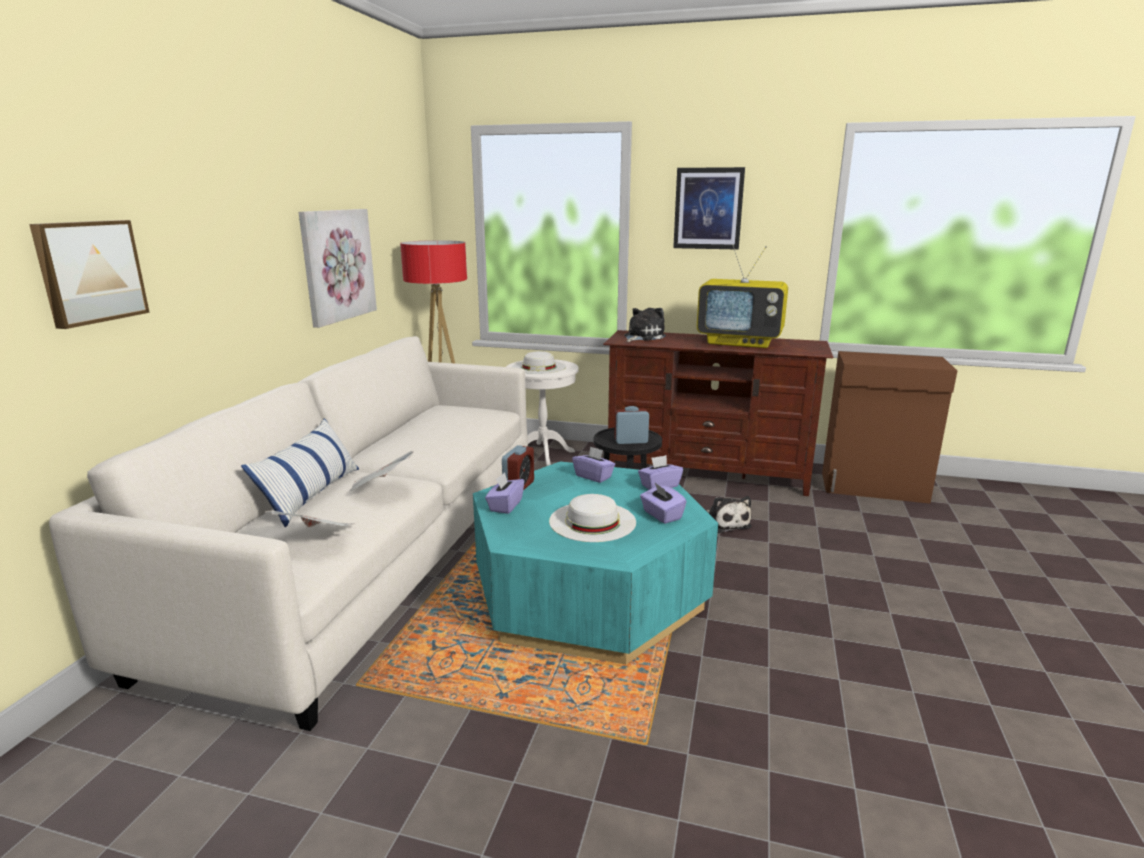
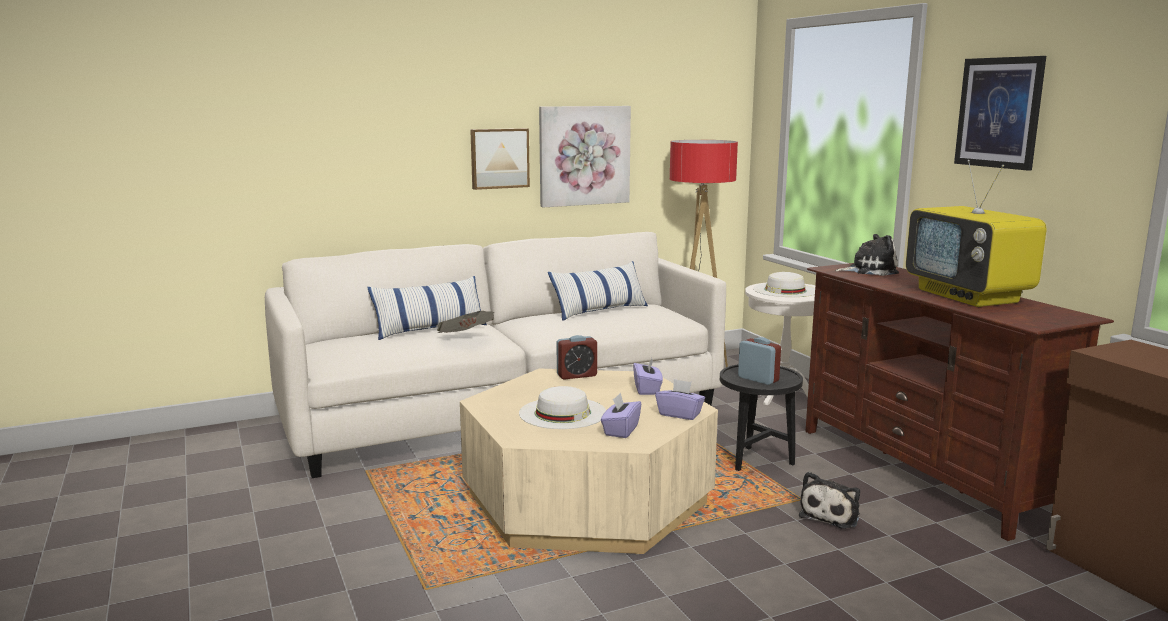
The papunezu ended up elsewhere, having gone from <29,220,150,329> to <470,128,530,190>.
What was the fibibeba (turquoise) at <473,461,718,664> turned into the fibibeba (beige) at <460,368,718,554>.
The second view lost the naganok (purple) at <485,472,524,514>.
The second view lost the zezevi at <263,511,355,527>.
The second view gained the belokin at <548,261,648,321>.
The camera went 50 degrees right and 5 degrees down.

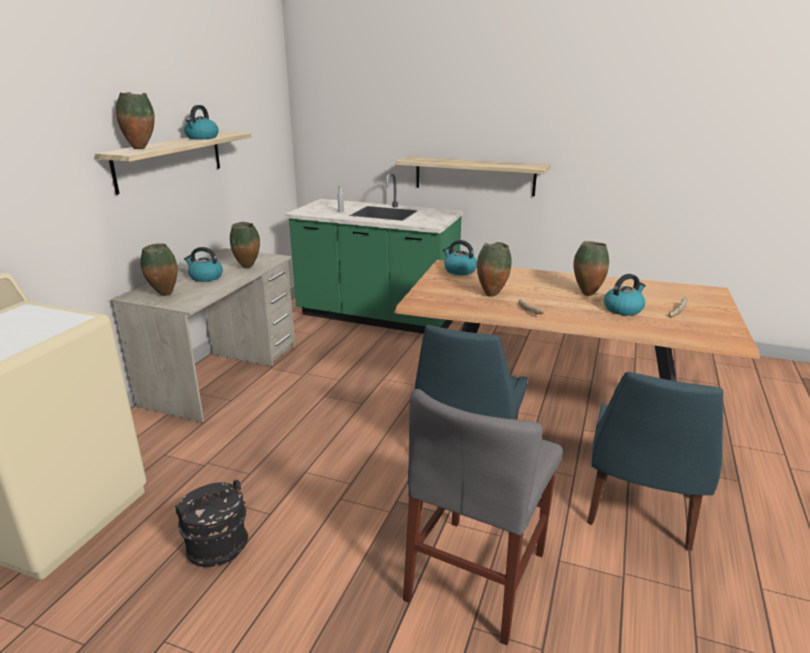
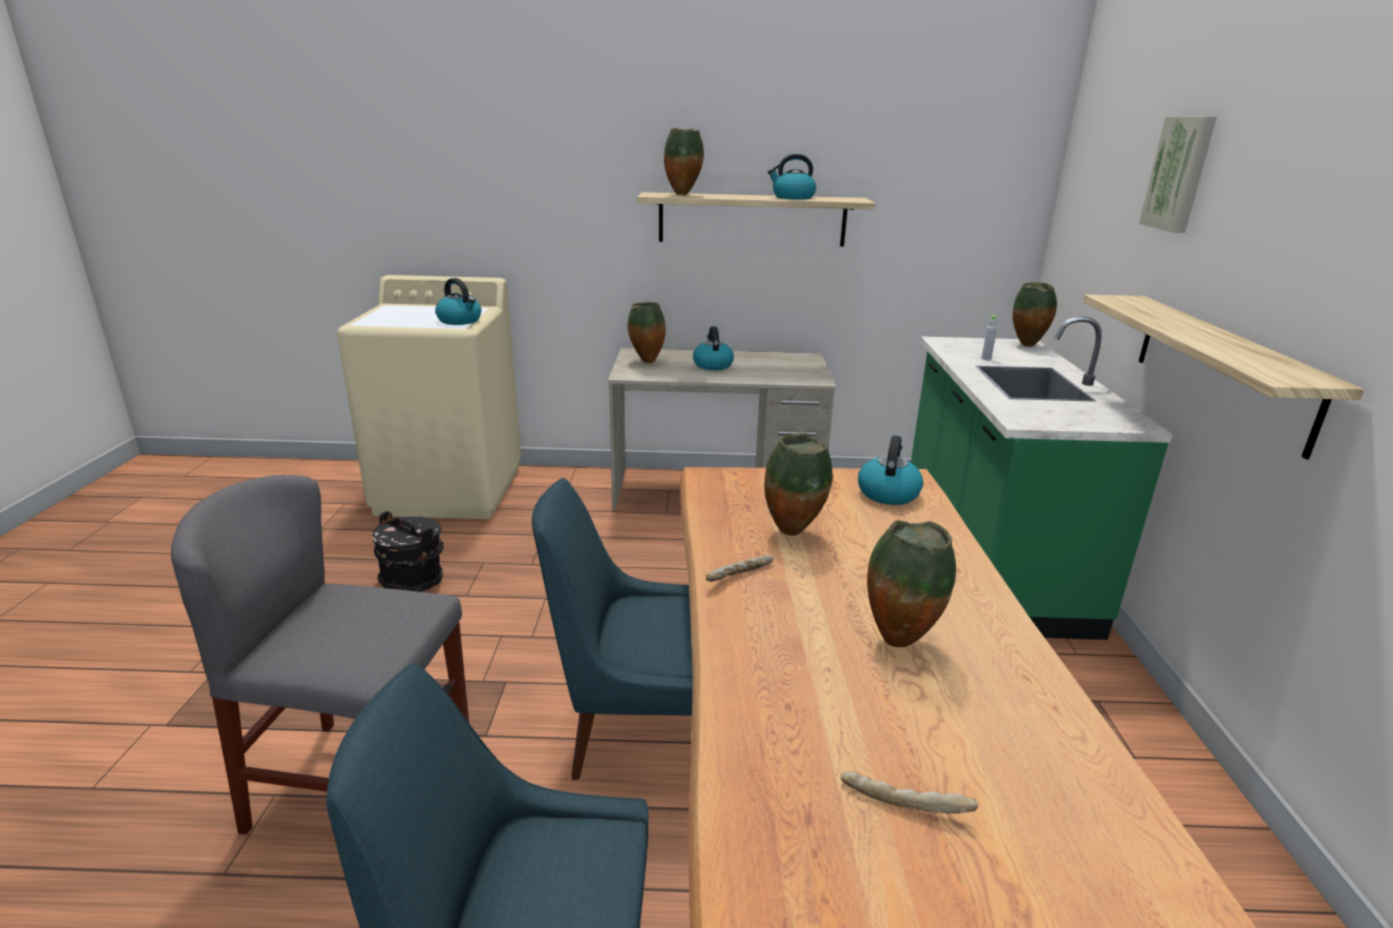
The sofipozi ended up elsewhere, having gone from <230,222,260,269> to <1013,282,1057,347>.
The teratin ended up elsewhere, having gone from <604,274,646,316> to <435,278,481,325>.
The second view gained the papunezu at <1139,116,1217,233>.
The camera went 70 degrees right and 0 degrees up.

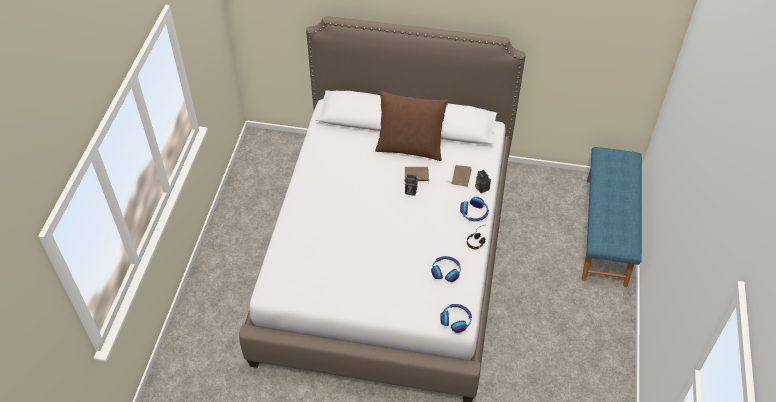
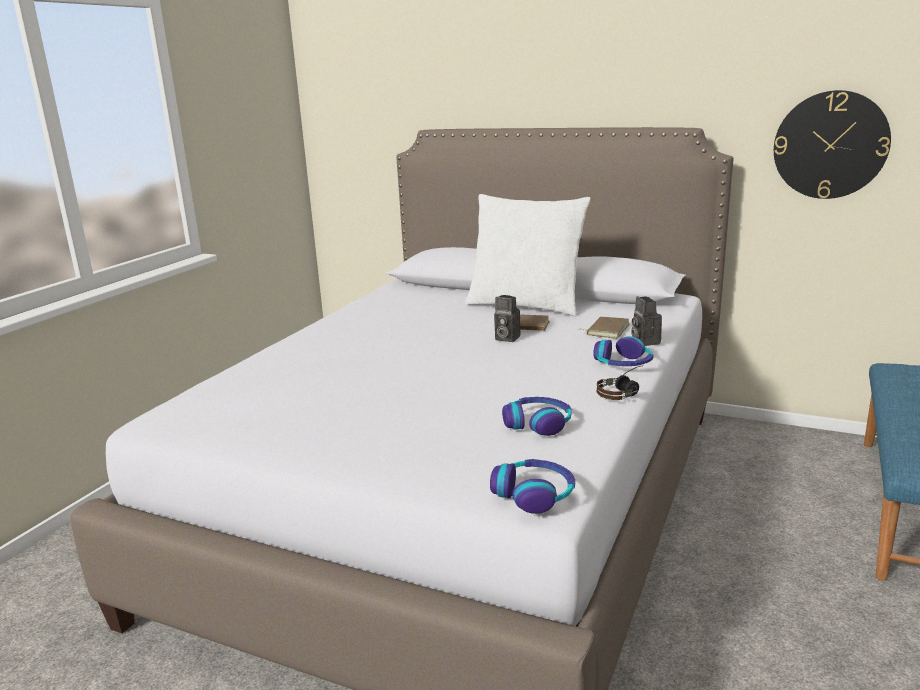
What was the belokin (brown) at <375,91,448,161> turned into the belokin (white) at <465,194,591,316>.
The second view gained the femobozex at <774,90,891,199>.
The camera went 15 degrees right and 30 degrees down.

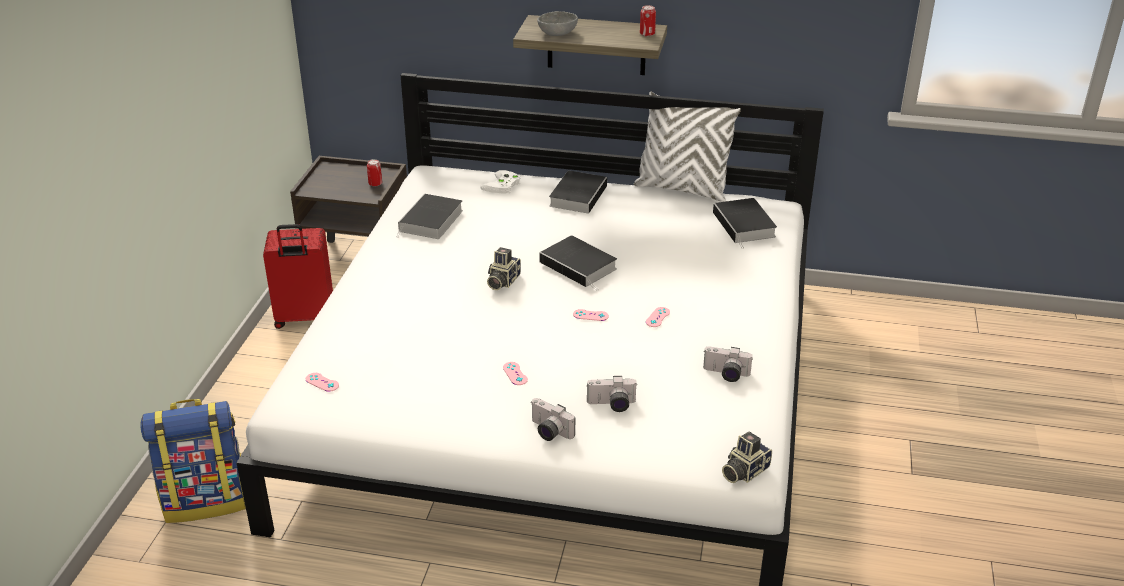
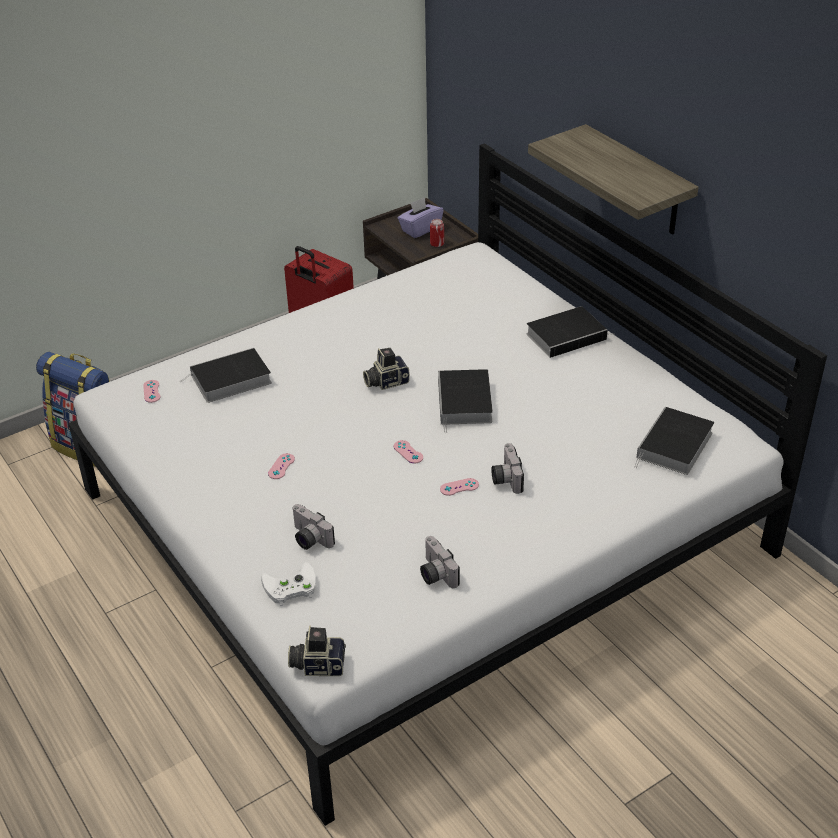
The second view lost the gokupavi at <640,5,656,37>.
The second view lost the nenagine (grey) at <537,11,578,36>.
The second view lost the belokin (white) at <634,92,741,202>.
The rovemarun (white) ended up elsewhere, having gone from <480,170,521,194> to <261,562,316,606>.
The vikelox ended up elsewhere, having gone from <396,194,463,239> to <181,348,272,403>.
The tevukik ended up elsewhere, having gone from <531,398,575,441> to <491,443,524,494>.
The second view gained the naganok (purple) at <398,197,444,238>.
The camera went 45 degrees right and 5 degrees up.

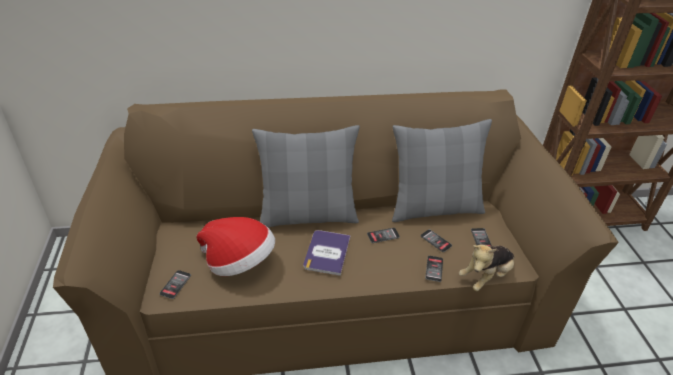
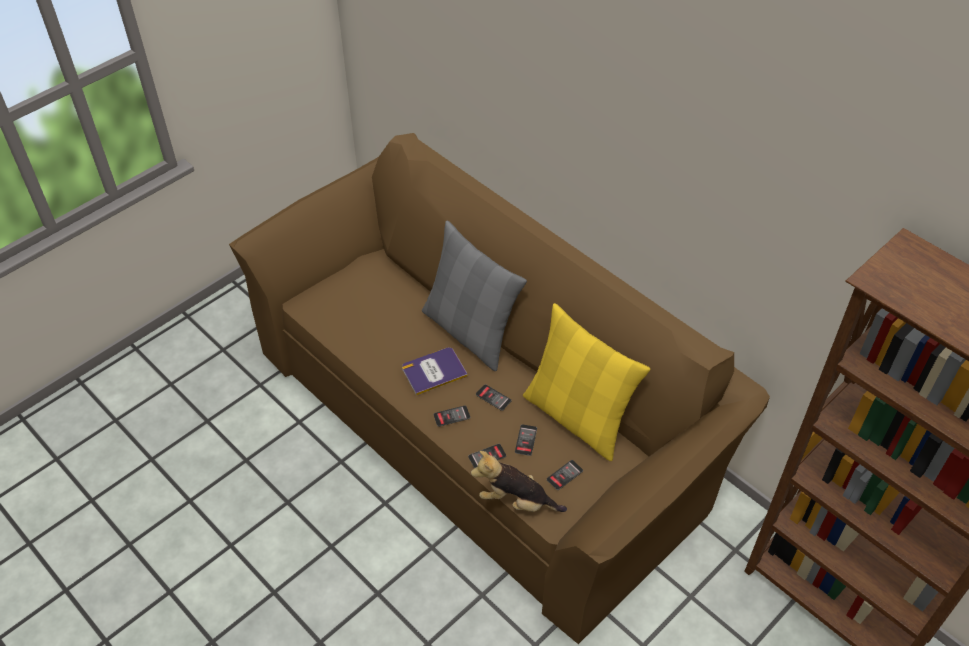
What was the belokin (grey) at <392,119,492,222> turned into the belokin (yellow) at <523,303,650,461>.
The second view lost the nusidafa at <196,217,275,276>.
The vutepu ended up elsewhere, having gone from <159,270,191,299> to <434,405,470,427>.
The camera went 55 degrees right and 10 degrees up.

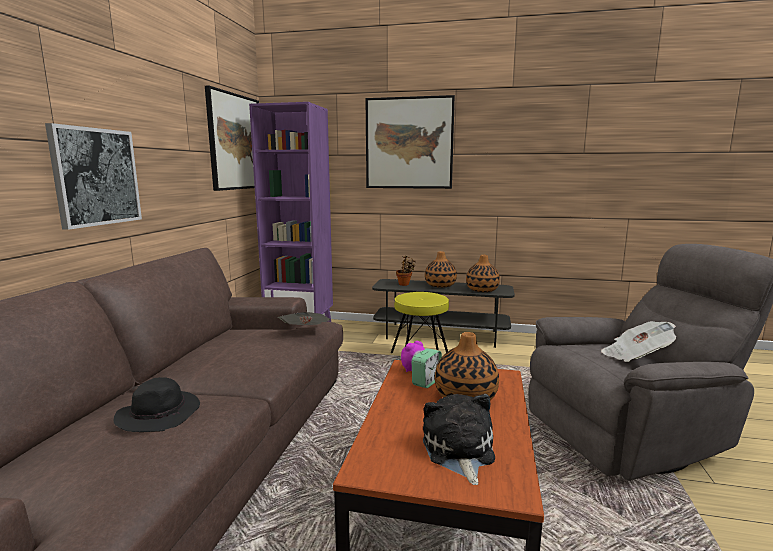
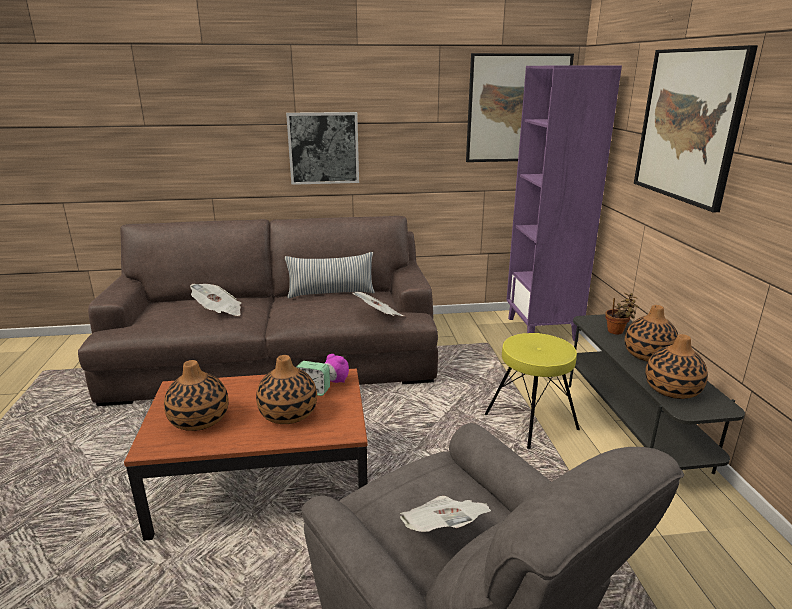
Where the nusidafa (black) stood at <114,377,200,432>, the zezevi came to stand at <190,284,241,316>.
Where the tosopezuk stood at <423,394,495,485>, the sofipozi came to stand at <164,360,229,431>.
The second view gained the belokin at <285,252,375,298>.
The camera went 70 degrees right and 10 degrees up.

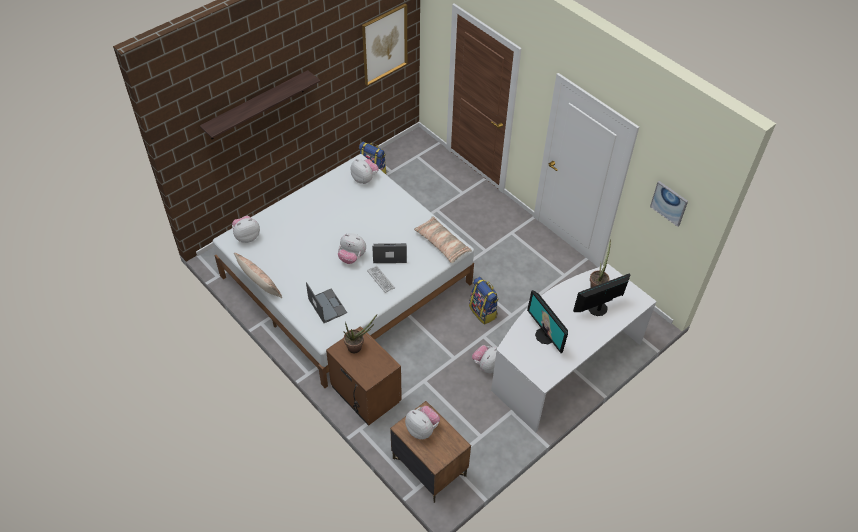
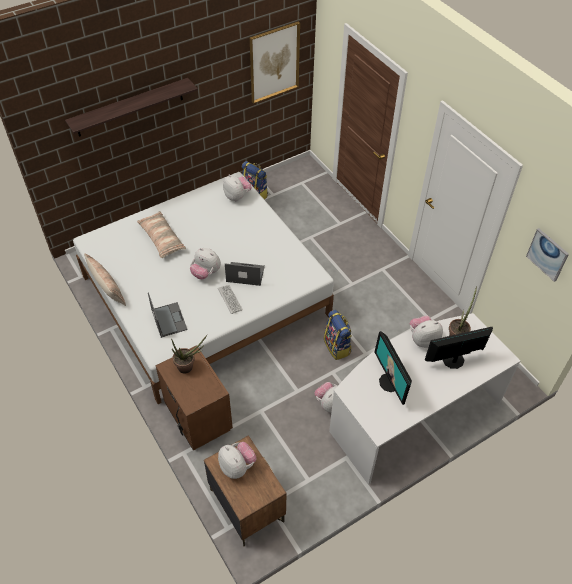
The tosopezuk ended up elsewhere, having gone from <232,216,260,243> to <410,316,443,348>.
The belokin ended up elsewhere, having gone from <414,216,472,263> to <137,211,186,258>.
The camera went 10 degrees right and 0 degrees up.

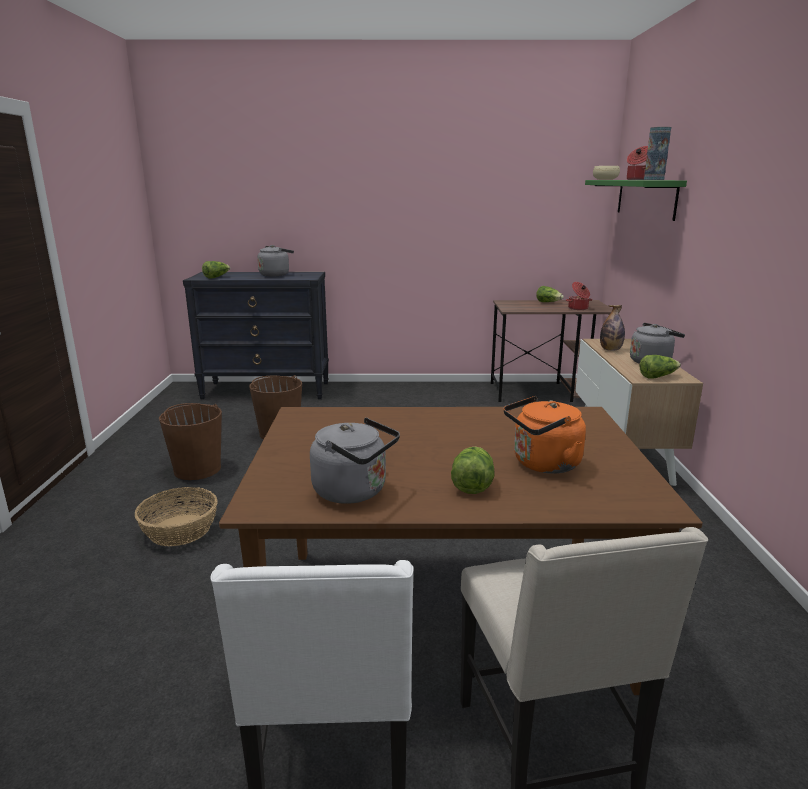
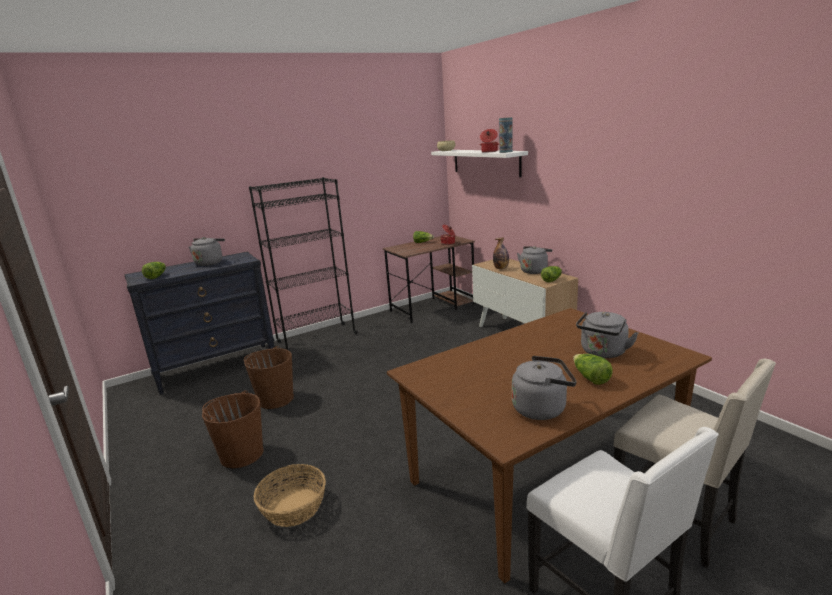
What was the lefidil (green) at <585,180,687,221> turned into the lefidil (white) at <431,150,528,177>.
What was the teratin (orange) at <503,396,586,474> turned into the teratin (grey) at <576,312,638,358>.
The second view gained the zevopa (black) at <249,177,358,352>.
The camera went 30 degrees left and 0 degrees up.

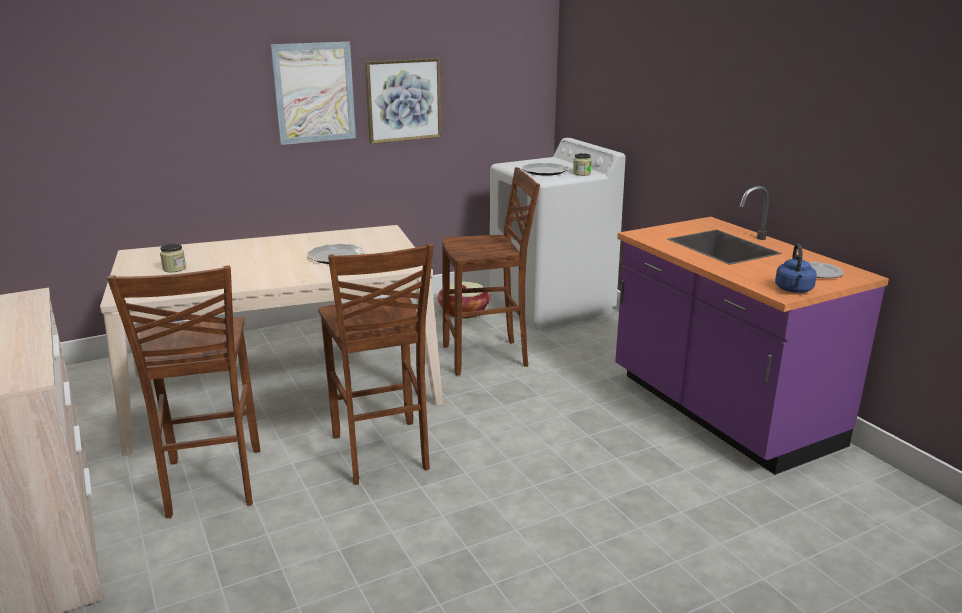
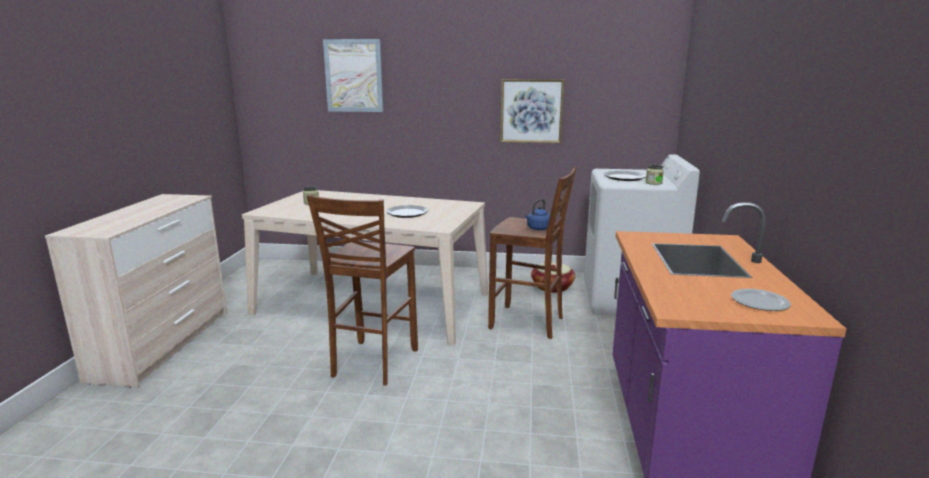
The papunezu ended up elsewhere, having gone from <270,42,356,145> to <323,39,383,112>.
The teratin (blue) ended up elsewhere, having gone from <775,243,817,293> to <525,199,550,230>.
The second view lost the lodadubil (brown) at <107,265,260,518>.
The camera went 35 degrees right and 5 degrees down.

